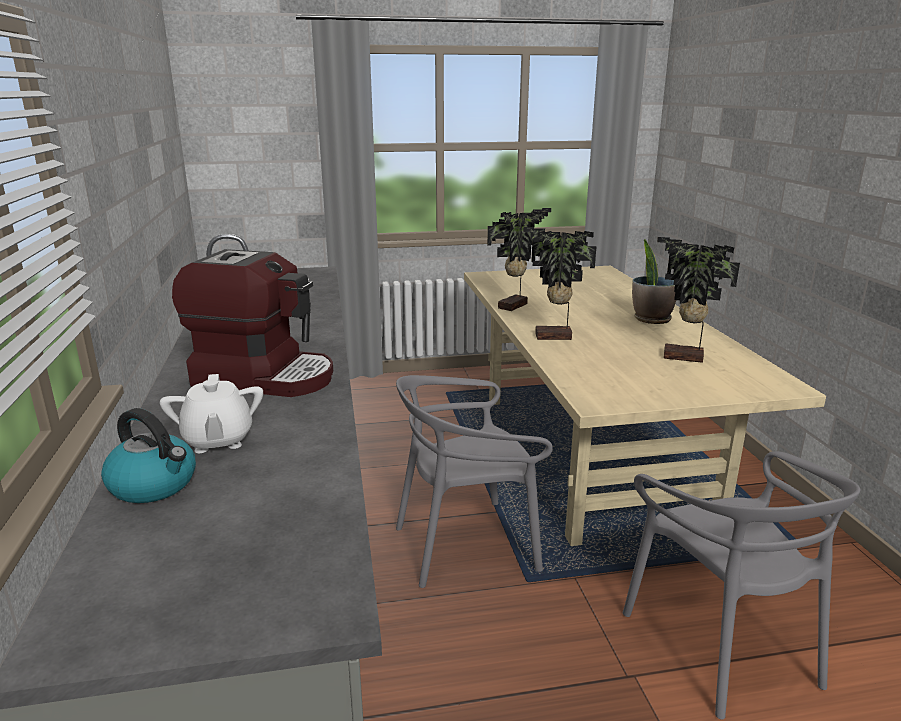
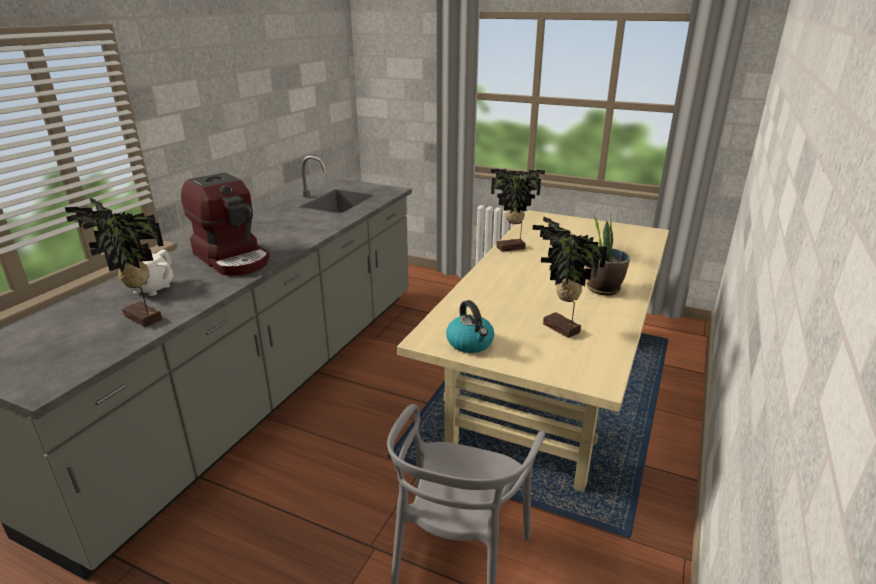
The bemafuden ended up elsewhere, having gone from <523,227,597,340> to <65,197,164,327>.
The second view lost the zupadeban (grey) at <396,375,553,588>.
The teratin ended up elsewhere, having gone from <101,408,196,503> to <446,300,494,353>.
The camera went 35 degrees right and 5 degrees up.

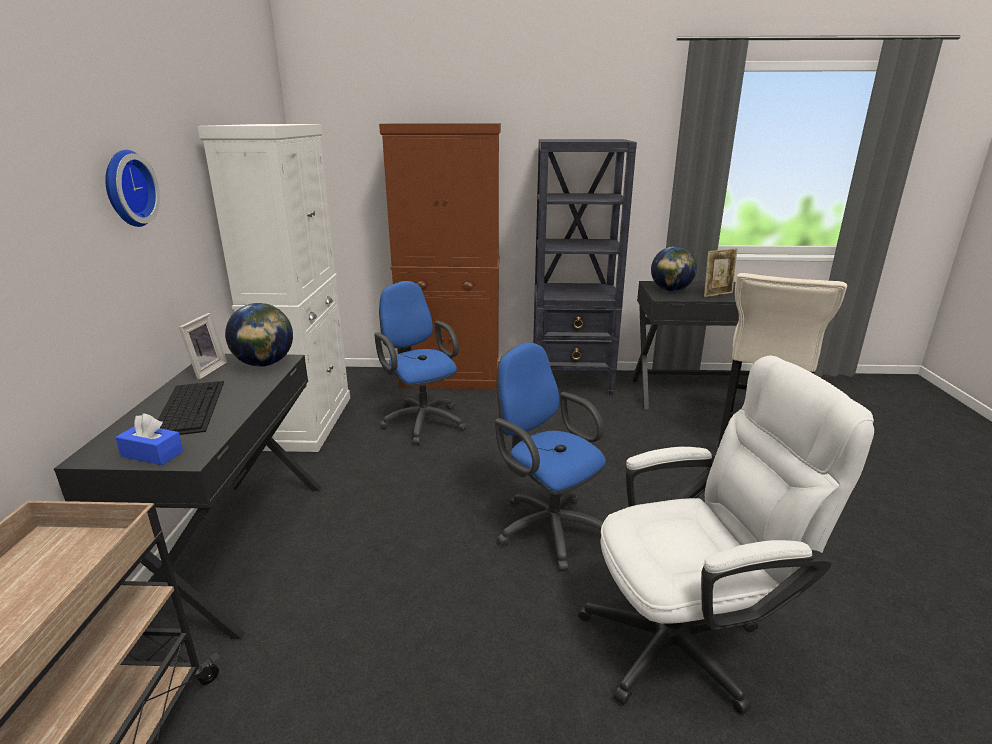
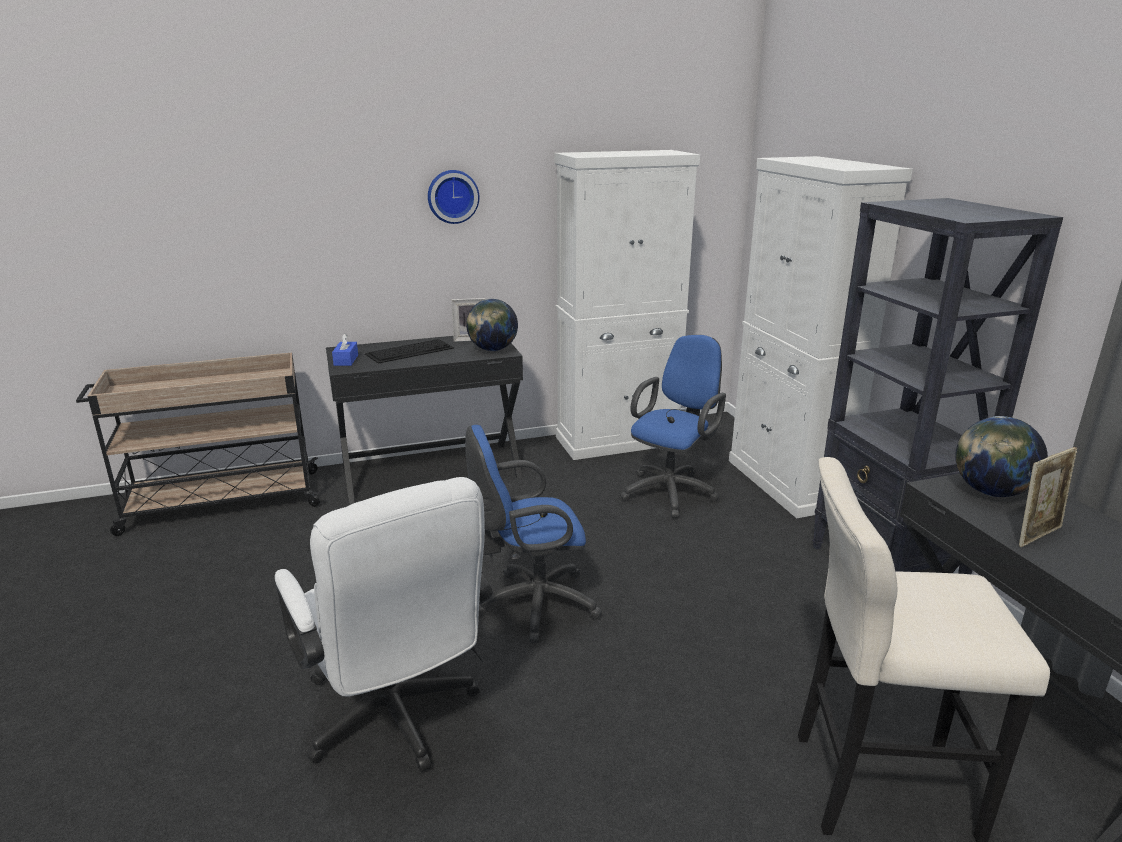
What was the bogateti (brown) at <379,123,501,389> turned into the bogateti (white) at <729,156,913,518>.
The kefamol at <704,249,737,297> ended up facing another way, 75 degrees counterclockwise from before.
The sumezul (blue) at <495,342,606,571> ended up facing another way, 135 degrees counterclockwise from before.
The camera went 70 degrees right and 0 degrees up.

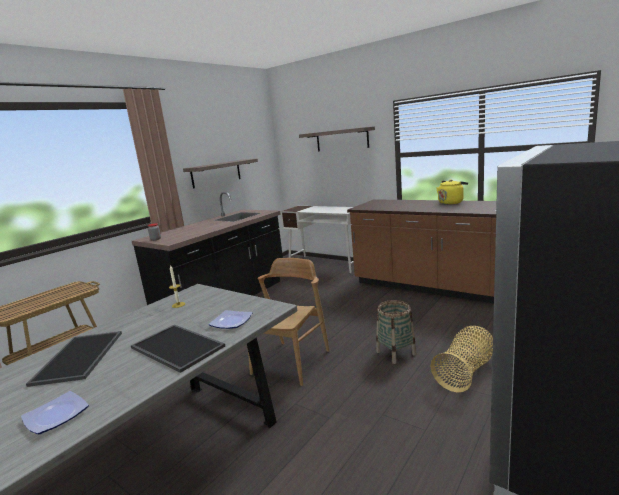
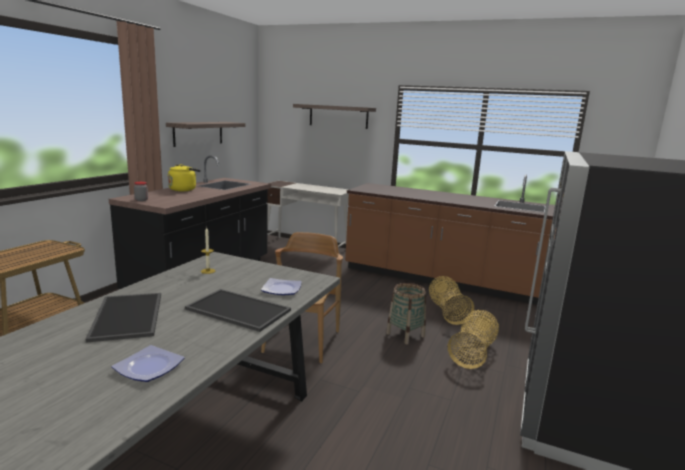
The teratin (yellow) ended up elsewhere, having gone from <436,180,468,204> to <168,164,201,191>.
The second view gained the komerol at <429,276,474,325>.
The camera went 15 degrees left and 0 degrees up.

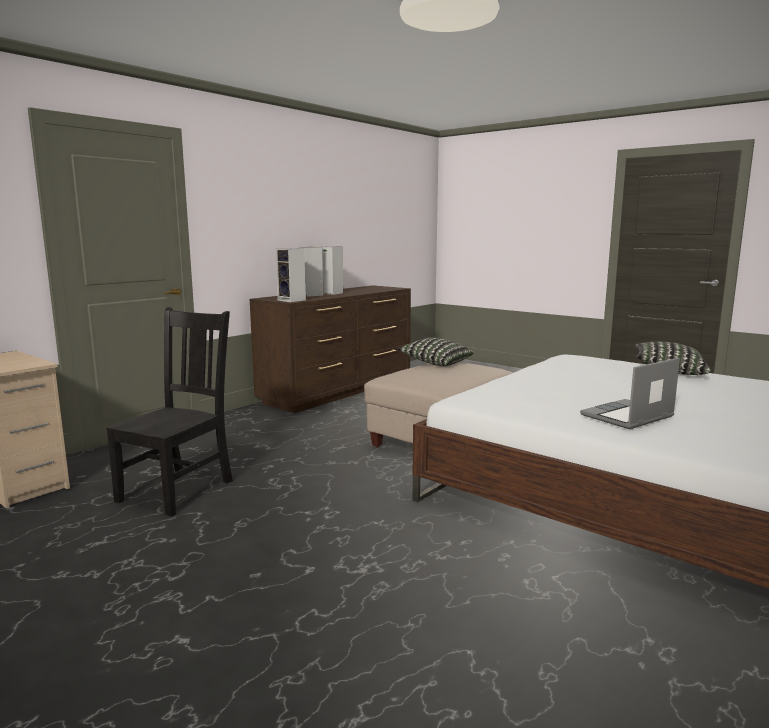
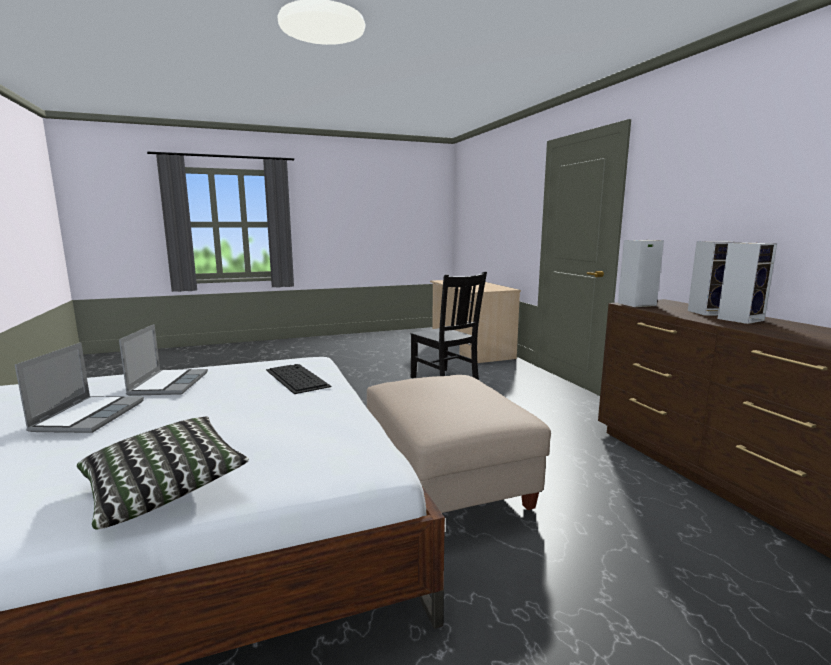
The second view lost the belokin at <397,337,474,367>.
The second view gained the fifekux at <15,342,144,433>.
The second view gained the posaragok at <266,364,332,394>.
The camera went 120 degrees right and 0 degrees up.

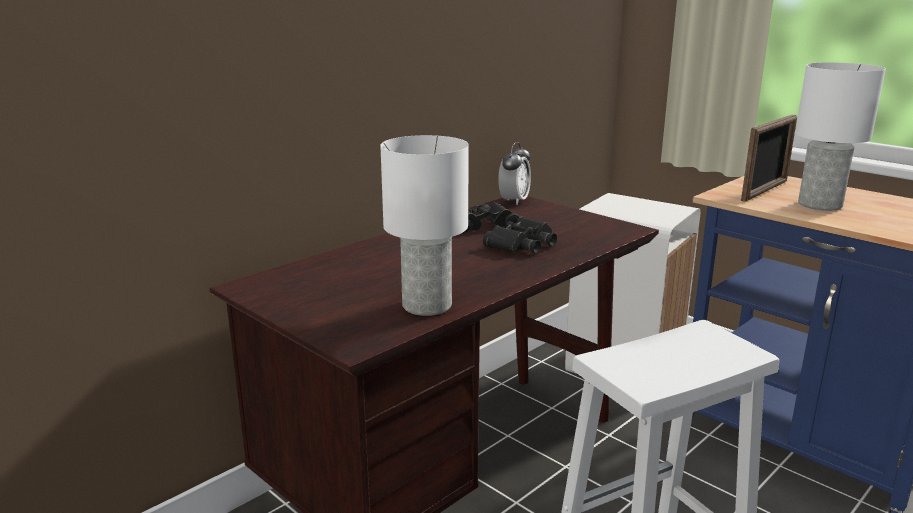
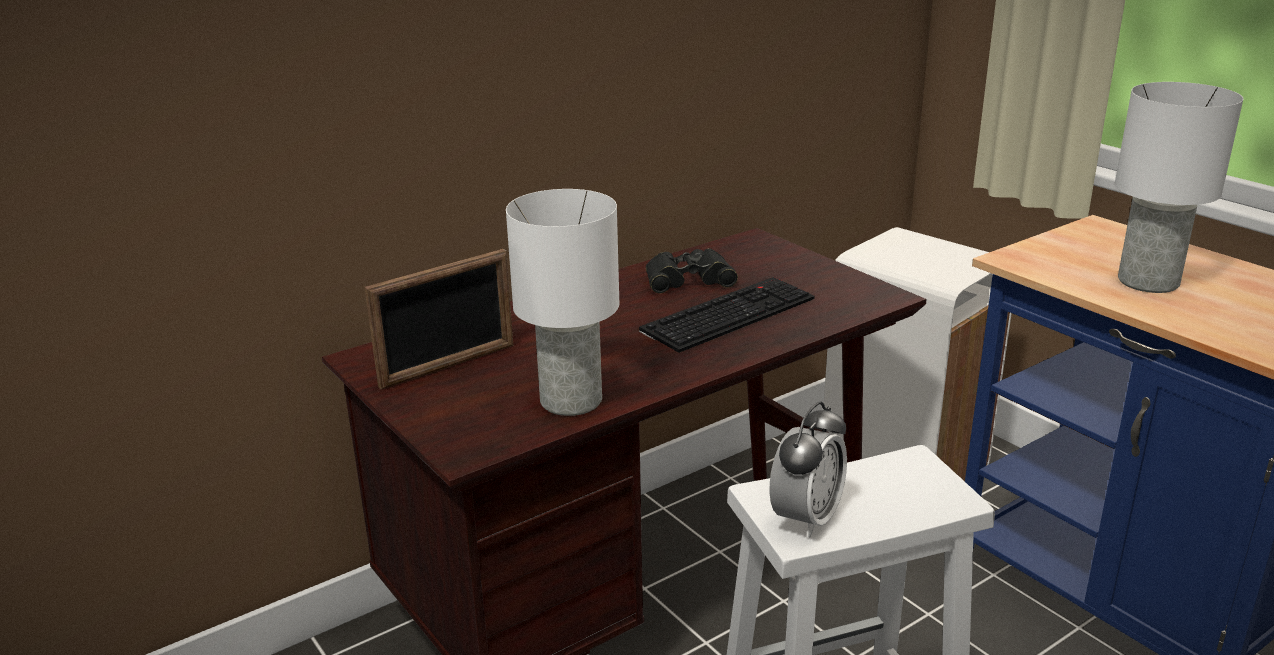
The kefamol ended up elsewhere, having gone from <741,114,797,202> to <364,249,513,390>.
The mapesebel ended up elsewhere, having gone from <498,142,531,205> to <770,401,847,537>.
Where the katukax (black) stood at <483,216,557,254>, the posaragok came to stand at <639,277,815,353>.
The camera went 10 degrees right and 5 degrees up.

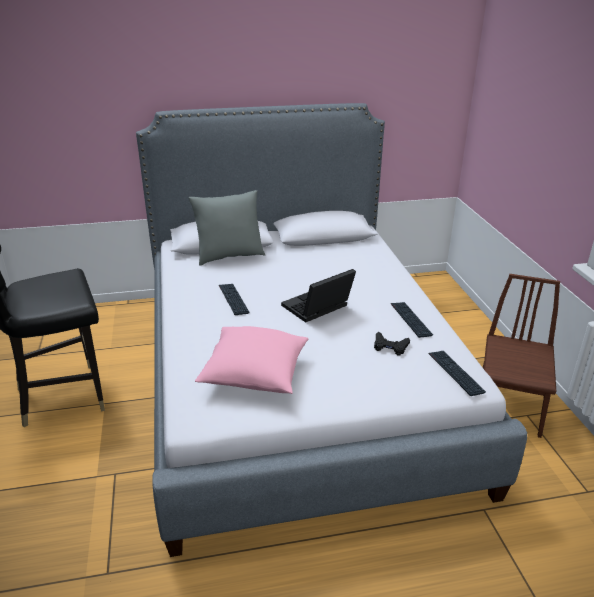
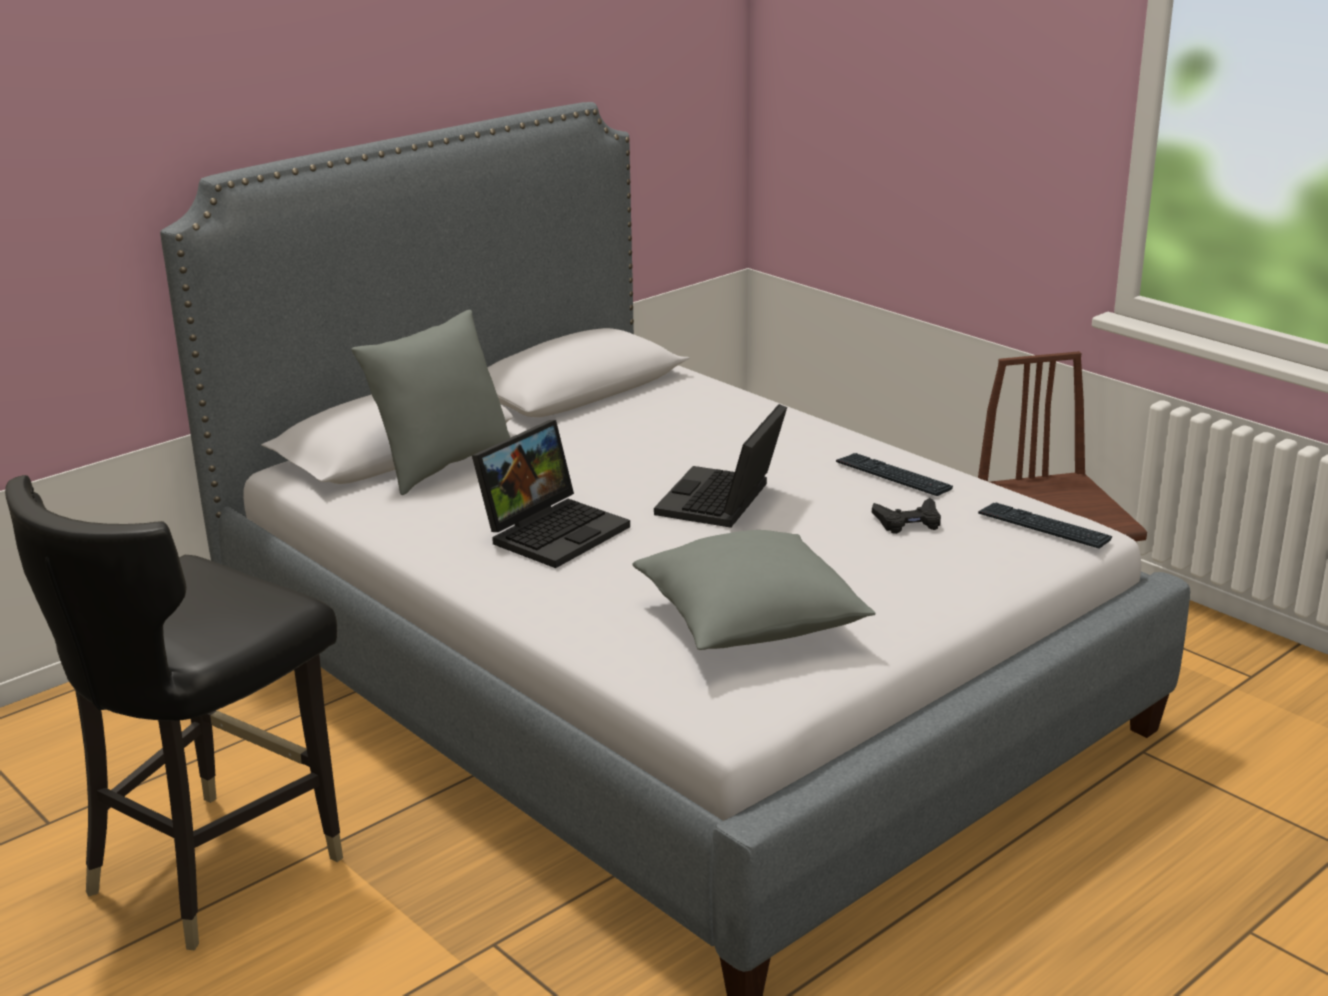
Where the posaragok stood at <219,284,249,315>, the fifekux came to stand at <472,420,630,568>.
What was the belokin (pink) at <195,326,309,394> turned into the belokin (grey) at <632,530,875,650>.
The camera went 30 degrees left and 5 degrees down.

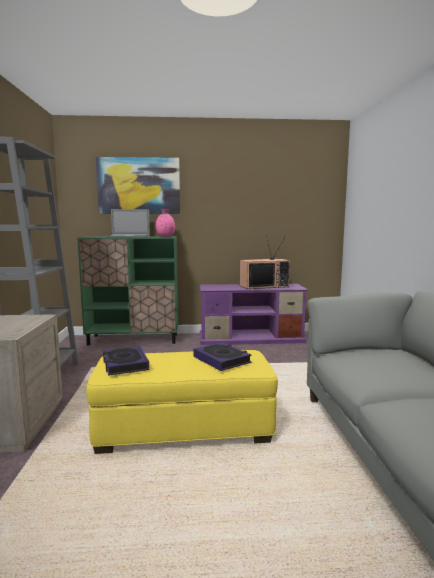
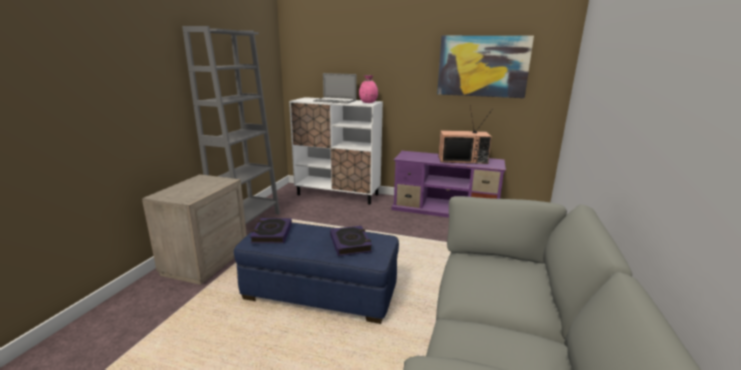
The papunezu ended up elsewhere, having gone from <96,157,180,214> to <437,36,534,98>.
What was the bogateti (green) at <77,236,178,345> turned into the bogateti (white) at <289,97,383,205>.
What was the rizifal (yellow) at <86,350,278,454> turned into the rizifal (blue) at <234,222,399,324>.
The camera went 20 degrees right and 10 degrees up.

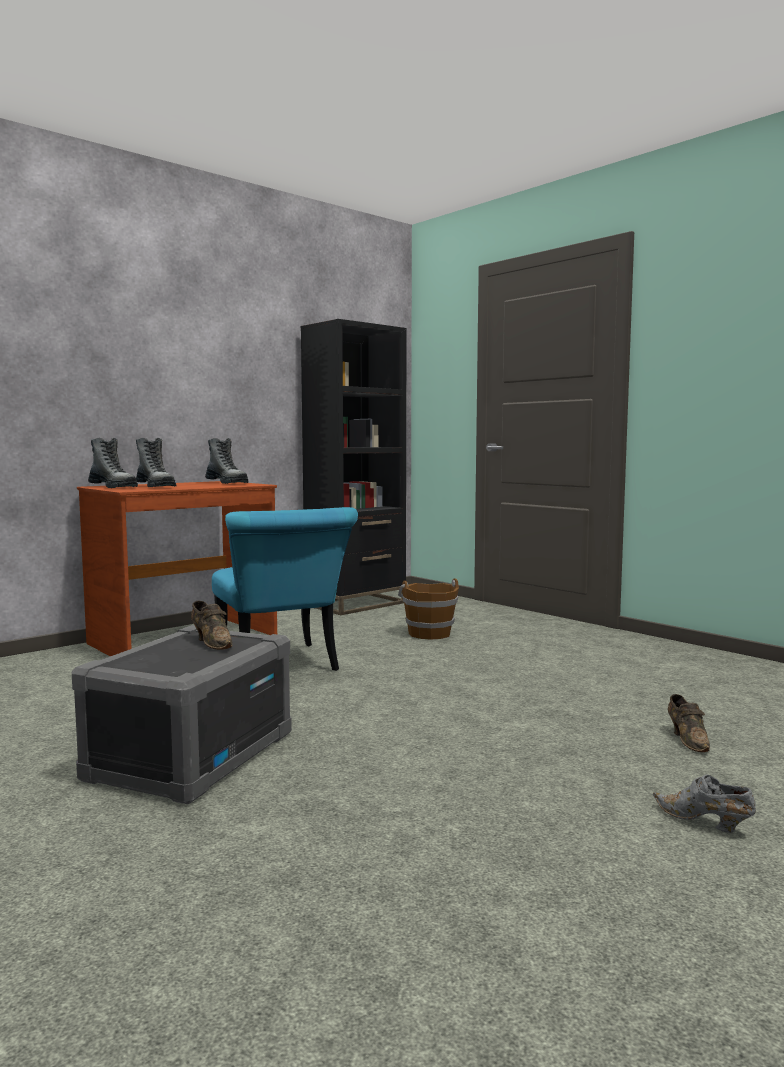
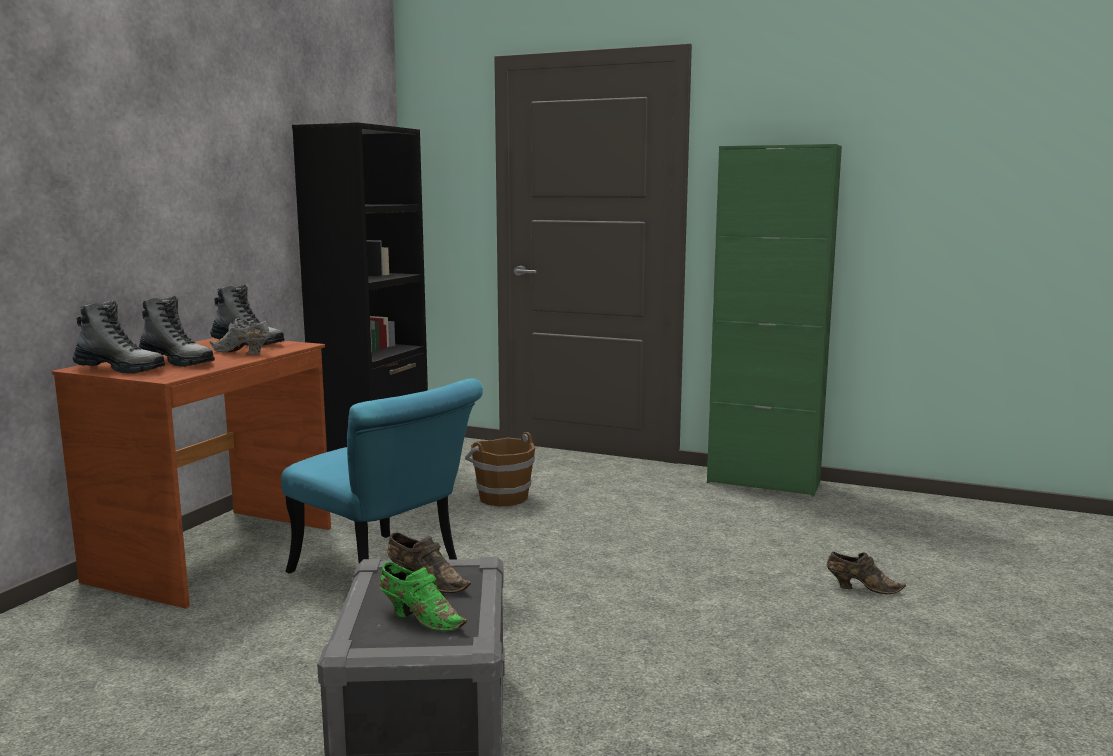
The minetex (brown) at <668,694,710,752> ended up facing another way, 45 degrees counterclockwise from before.
The minetex (grey) ended up elsewhere, having gone from <653,774,756,833> to <210,318,270,354>.
The second view gained the bogateti (green) at <707,144,842,497>.
The second view gained the minetex (green) at <379,562,467,631>.
The camera went 25 degrees left and 5 degrees up.

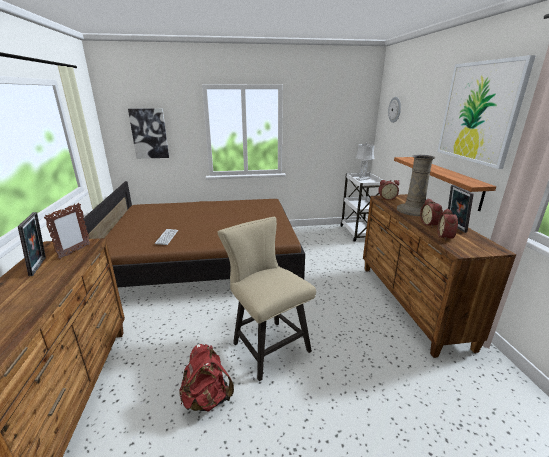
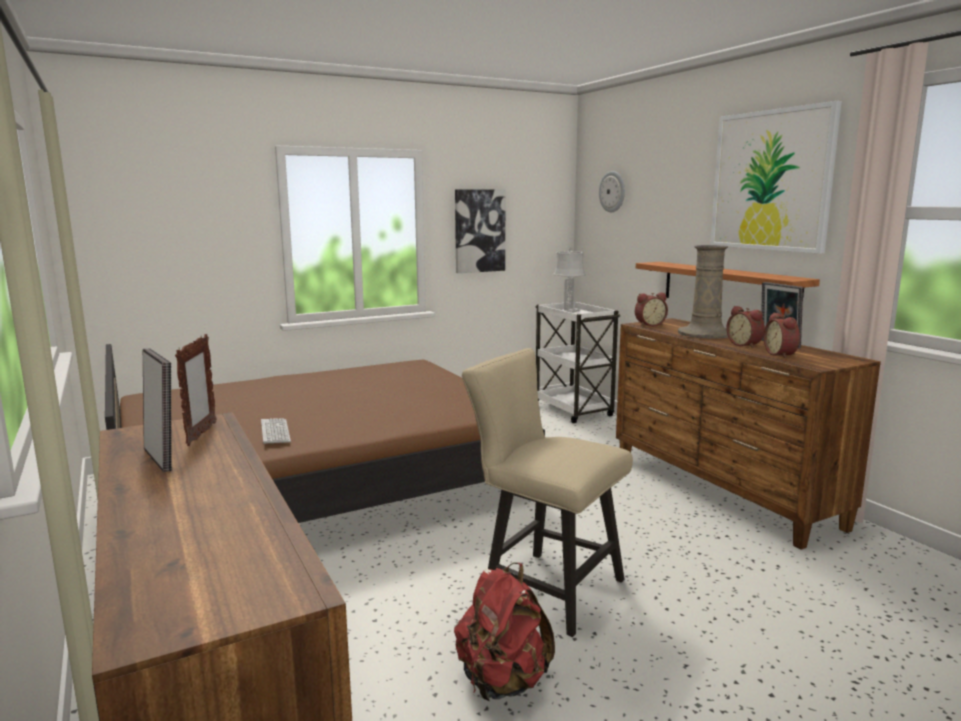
The papunezu ended up elsewhere, having gone from <128,108,169,159> to <455,189,505,273>.
The camera went 20 degrees left and 10 degrees down.

